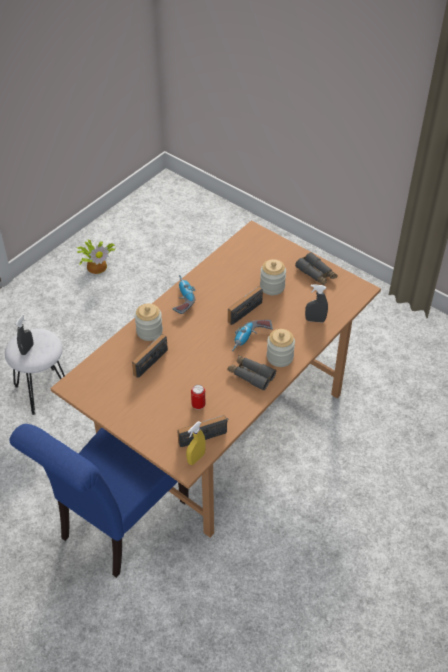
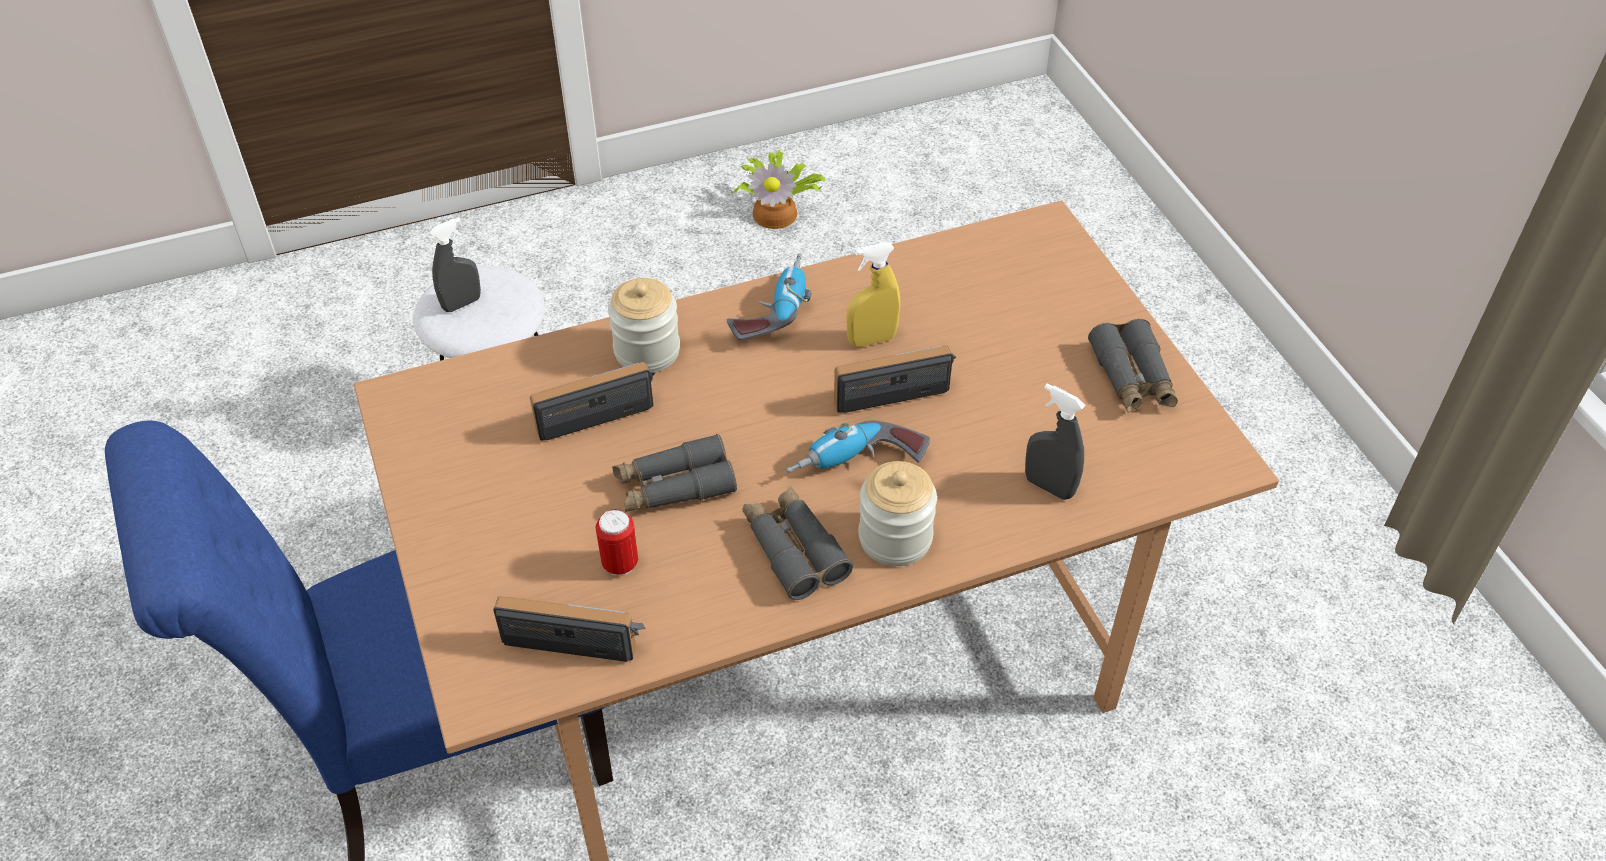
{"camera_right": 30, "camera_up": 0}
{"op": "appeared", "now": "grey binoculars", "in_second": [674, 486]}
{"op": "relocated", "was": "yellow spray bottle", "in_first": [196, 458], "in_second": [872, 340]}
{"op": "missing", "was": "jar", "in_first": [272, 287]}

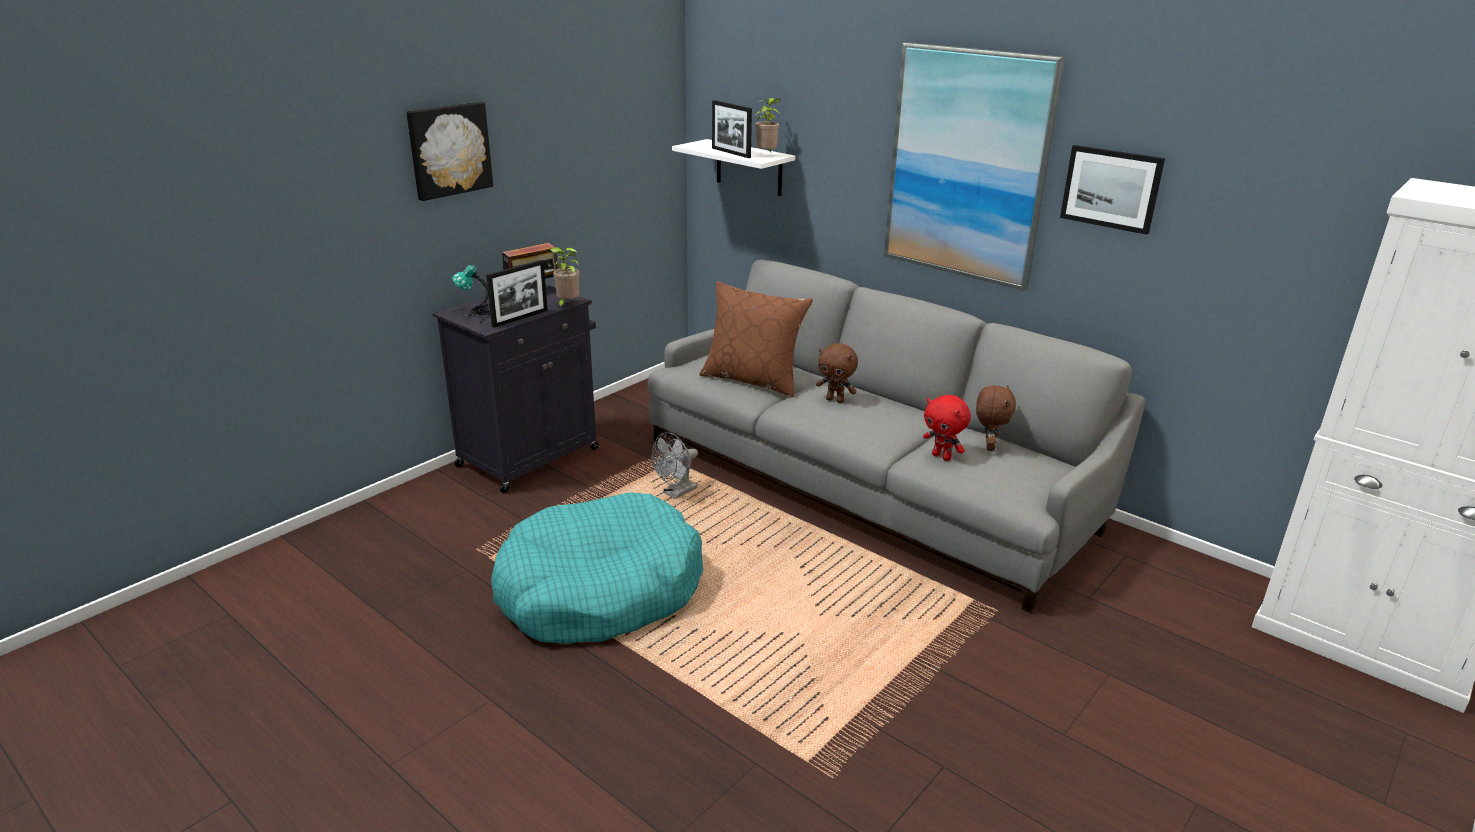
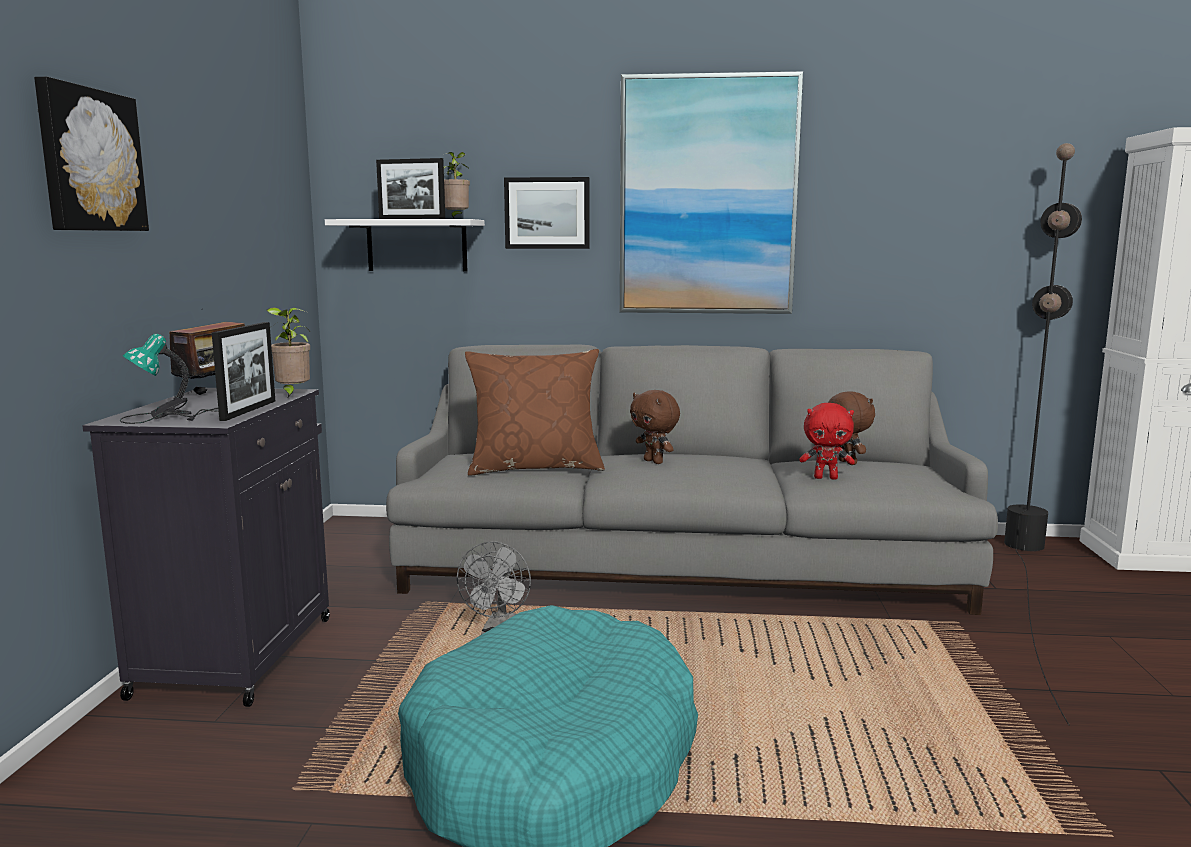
{"camera_right": -35, "camera_up": -15}
{"op": "relocated", "was": "picture", "in_first": [1111, 188], "in_second": [547, 213]}
{"op": "spun", "was": "brown plush toy", "in_first": [835, 400], "in_second": [654, 462], "clockwise": 60}
{"op": "appeared", "now": "black floor lamp", "in_second": [1028, 580]}

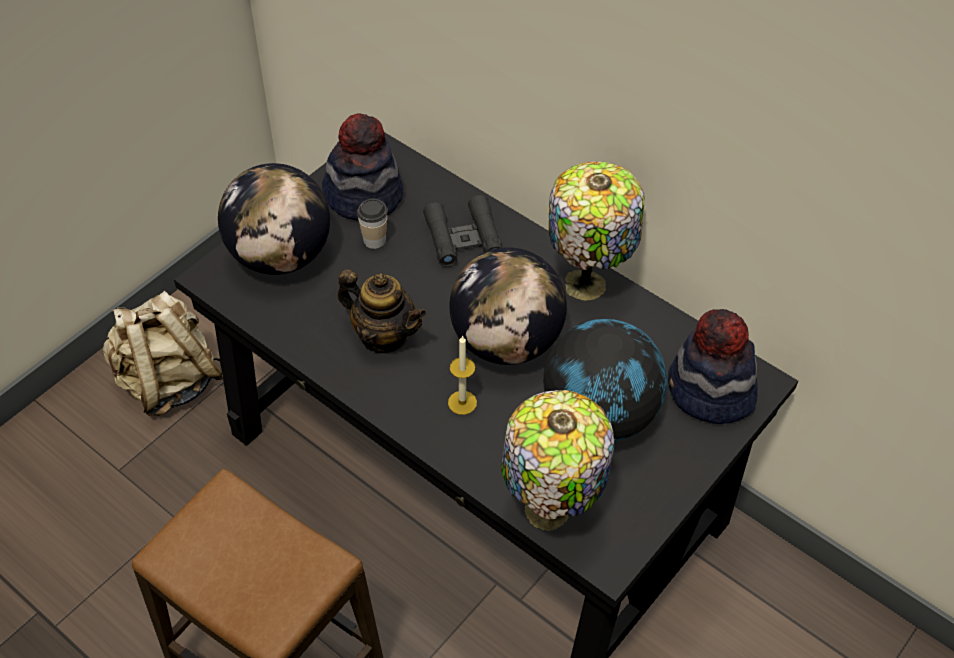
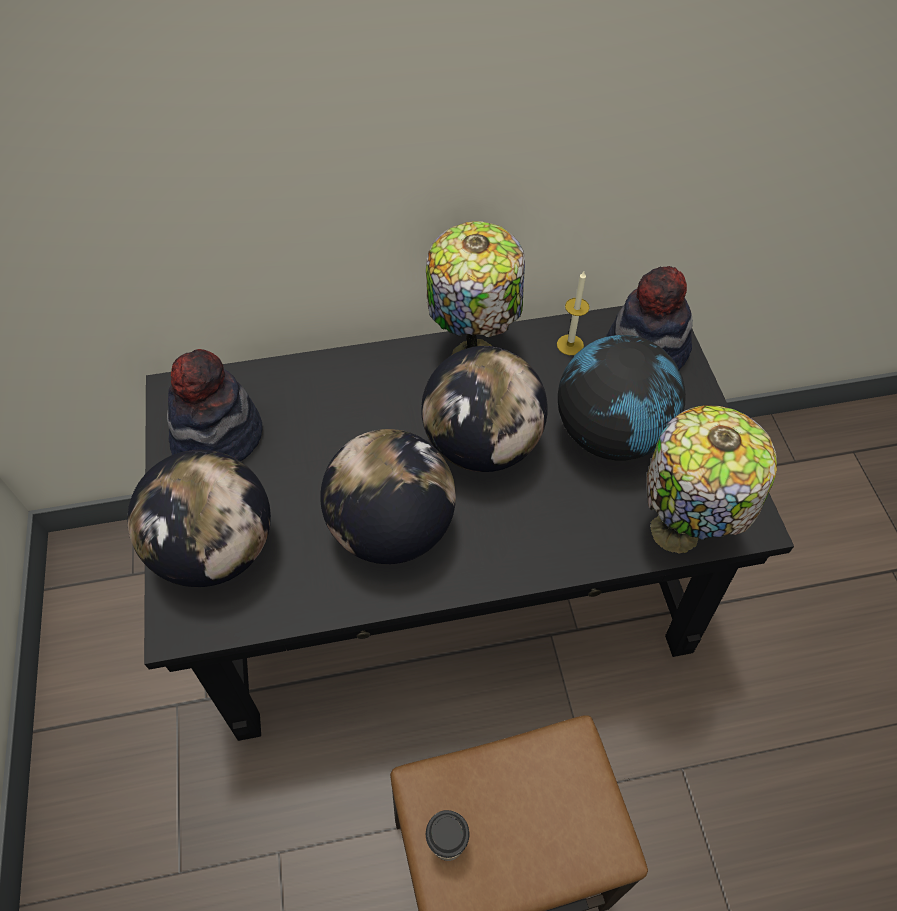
{"camera_right": -50, "camera_up": 5}
{"op": "exchanged", "was": "teapot", "now": "globe", "in_first": [384, 336], "in_second": [392, 528]}
{"op": "relocated", "was": "cup", "in_first": [374, 240], "in_second": [447, 843]}
{"op": "relocated", "was": "candle", "in_first": [462, 402], "in_second": [570, 345]}
{"op": "missing", "was": "beige backpack", "in_first": [168, 381]}
{"op": "missing", "was": "black binoculars", "in_first": [463, 238]}

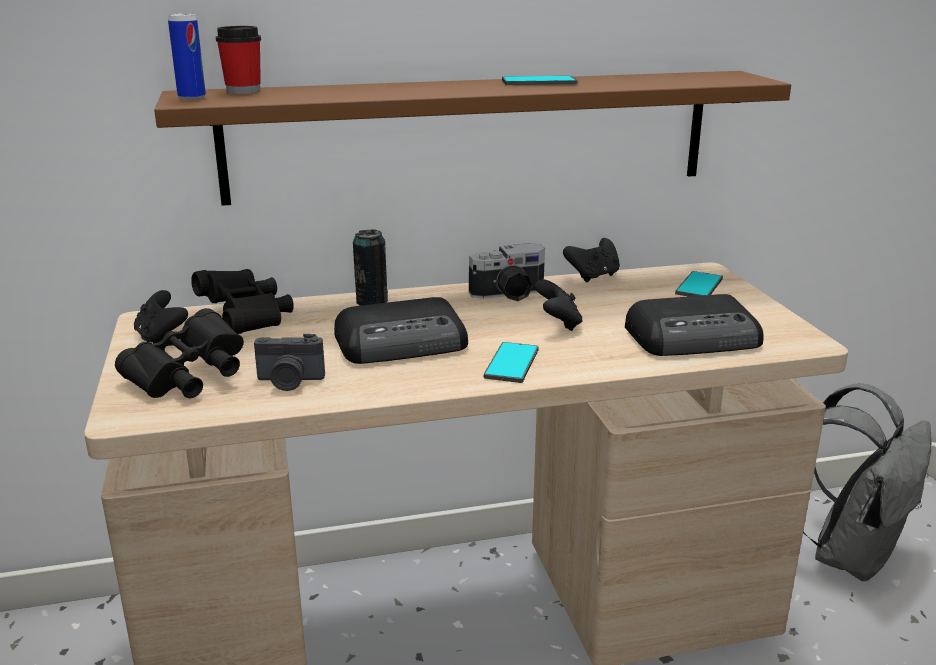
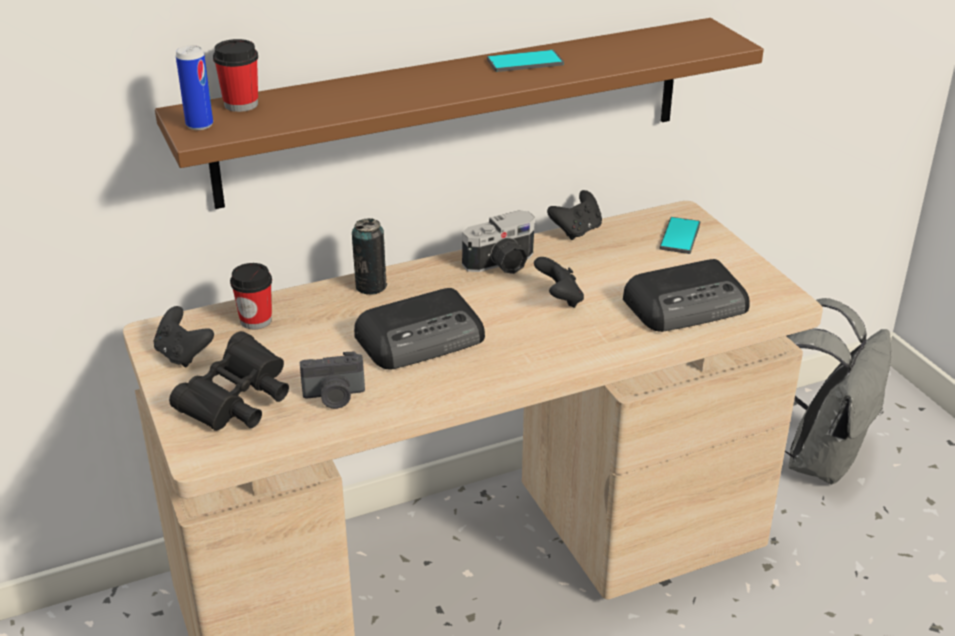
{"camera_right": -10, "camera_up": 10}
{"op": "exchanged", "was": "black binoculars", "now": "cup", "in_first": [247, 318], "in_second": [256, 320]}
{"op": "missing", "was": "phone", "in_first": [512, 363]}

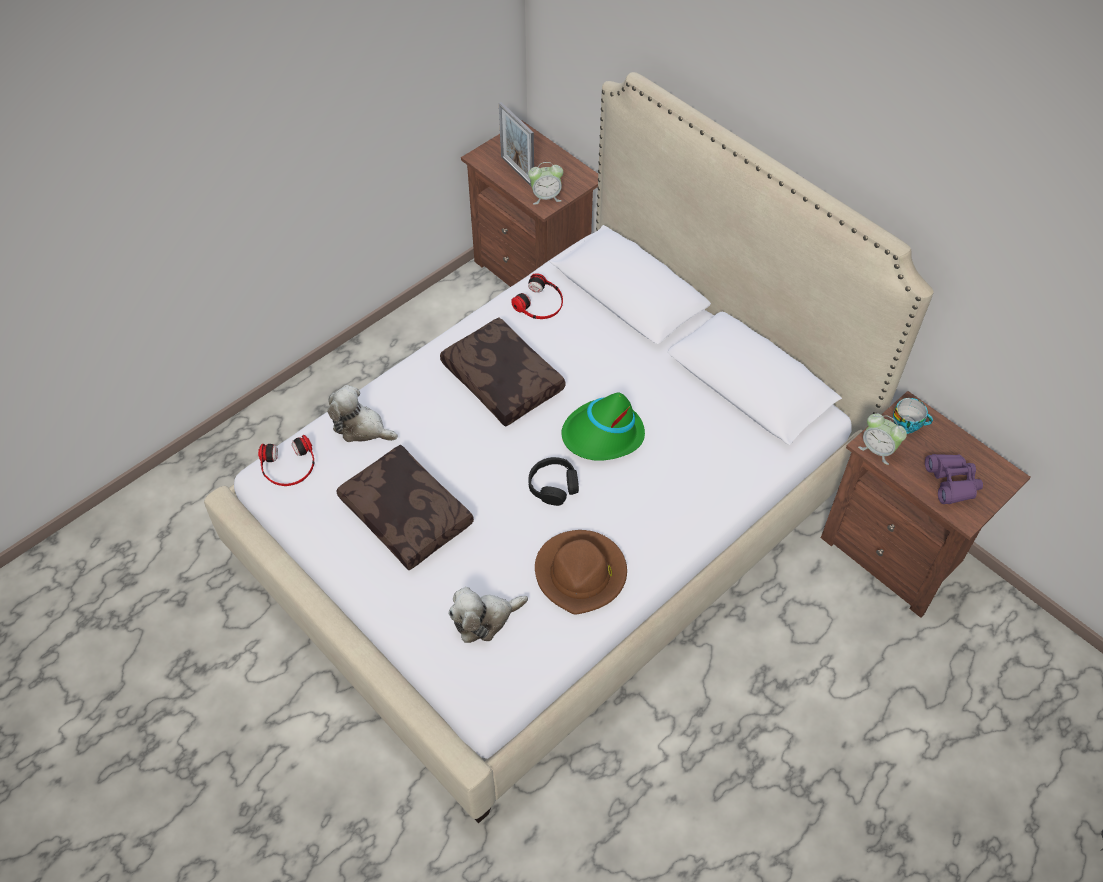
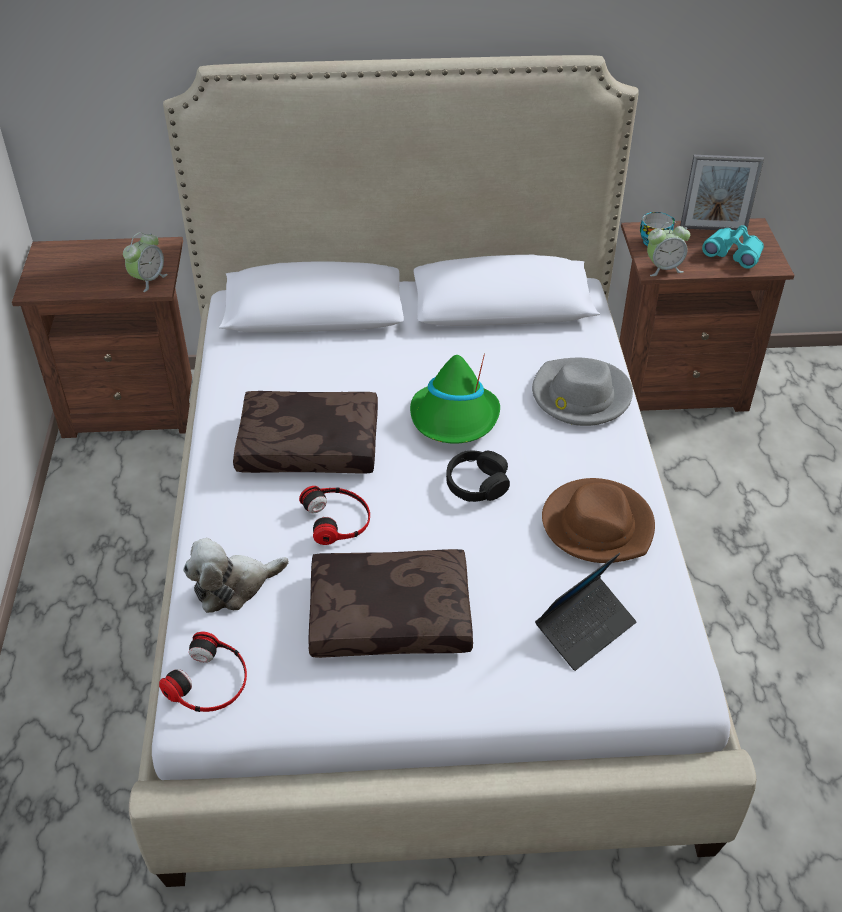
{"camera_right": -50, "camera_up": -10}
{"op": "relocated", "was": "headphones", "in_first": [540, 303], "in_second": [338, 518]}
{"op": "appeared", "now": "grey hat", "in_second": [580, 396]}
{"op": "exchanged", "was": "plush toy", "now": "laptop", "in_first": [484, 619], "in_second": [585, 628]}
{"op": "relocated", "was": "picture frame", "in_first": [517, 171], "in_second": [713, 229]}
{"op": "colour", "was": "purple binoculars", "now": "turquoise binoculars", "in_first": [952, 482], "in_second": [733, 253]}

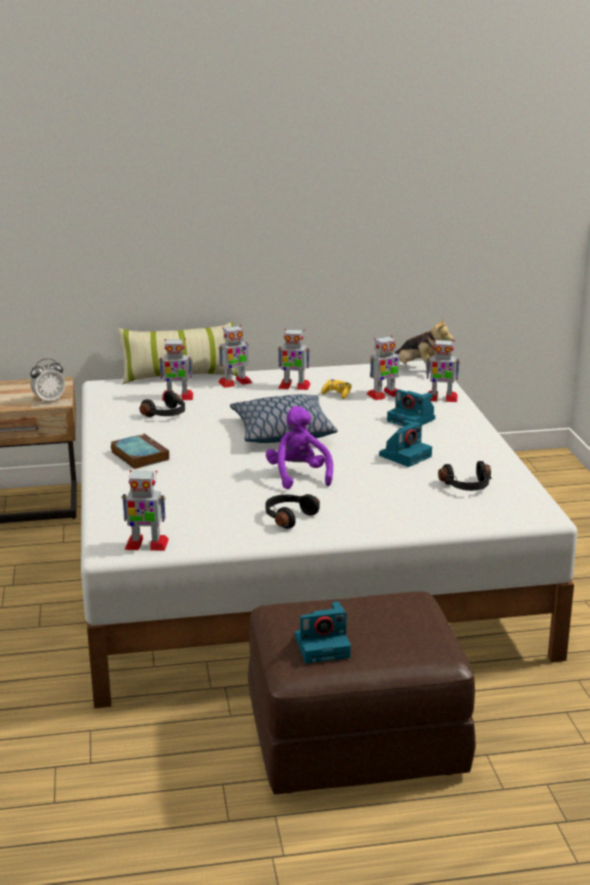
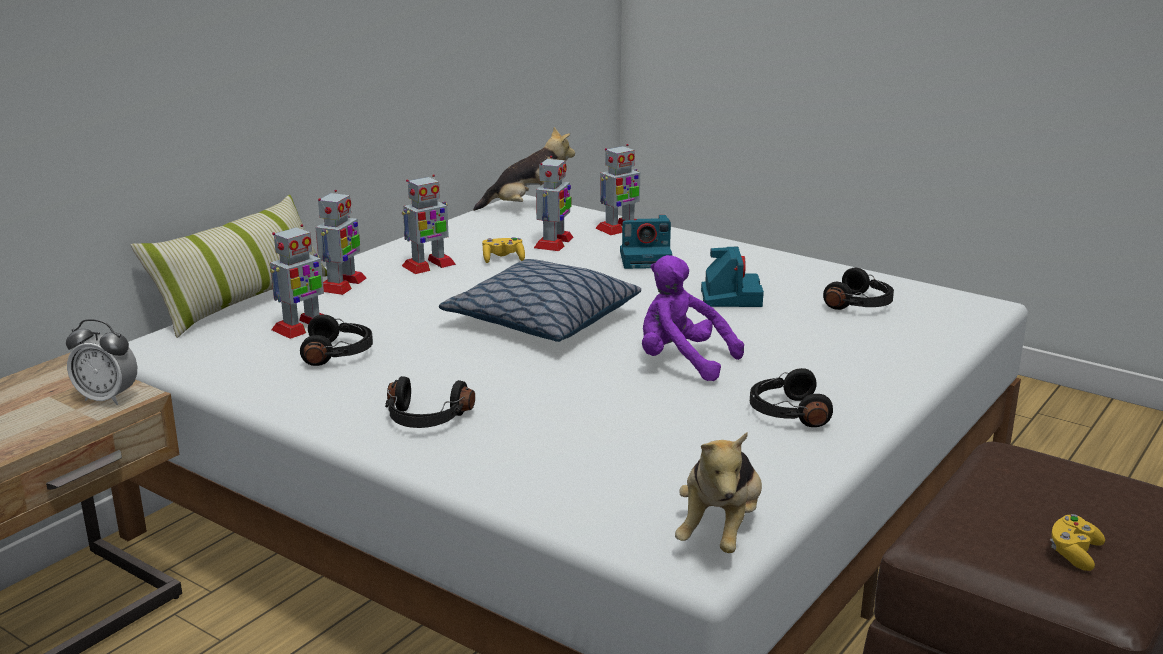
{"camera_right": -45, "camera_up": 0}
{"op": "spun", "was": "alarm clock", "in_first": [49, 400], "in_second": [107, 398], "clockwise": 90}
{"op": "exchanged", "was": "book", "now": "black headphones", "in_first": [138, 455], "in_second": [425, 420]}
{"op": "exchanged", "was": "toy robot", "now": "plush toy", "in_first": [146, 544], "in_second": [720, 530]}
{"op": "exchanged", "was": "photo camera", "now": "yellow game controller", "in_first": [323, 646], "in_second": [1073, 553]}

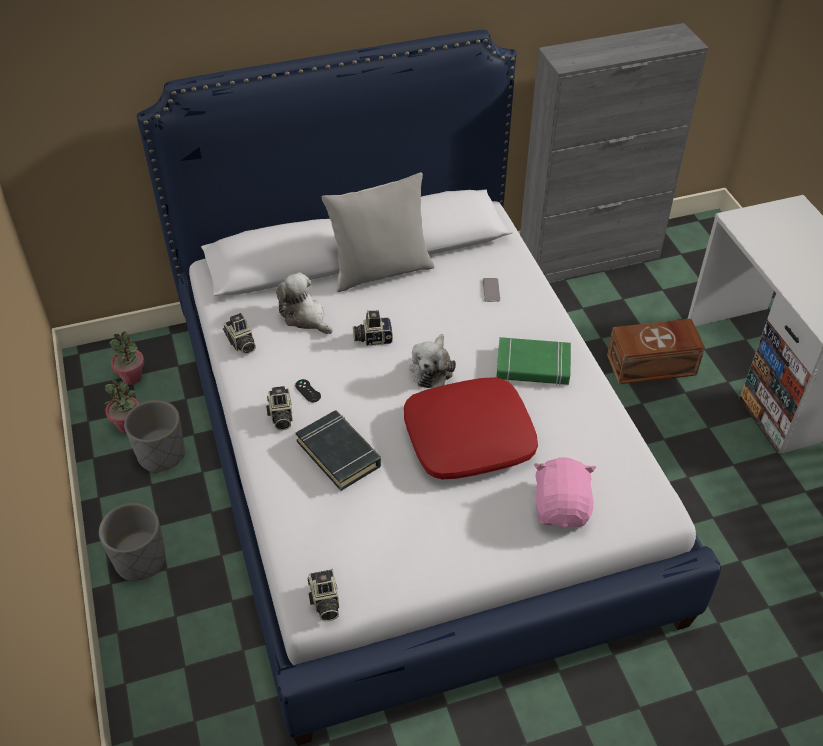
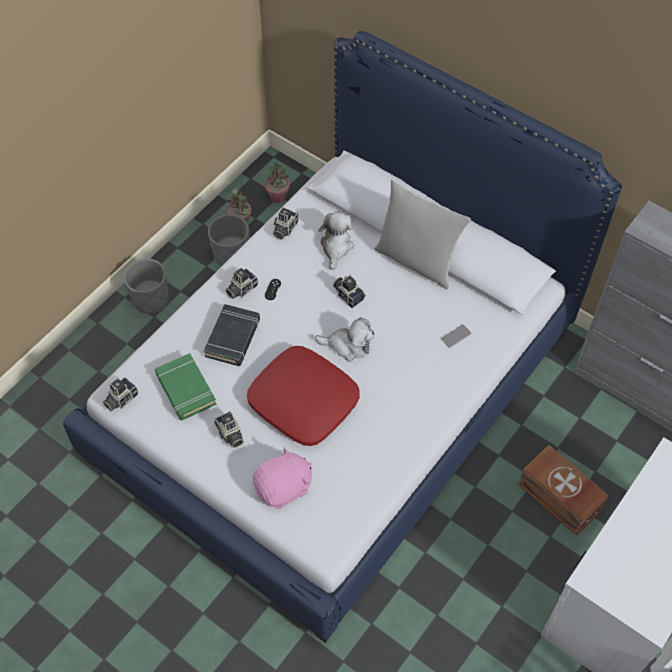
{"camera_right": 55, "camera_up": 10}
{"op": "relocated", "was": "green book", "in_first": [533, 366], "in_second": [185, 389]}
{"op": "appeared", "now": "photo camera", "in_second": [230, 434]}
{"op": "spun", "was": "plush toy", "in_first": [432, 369], "in_second": [348, 345], "clockwise": -150}

